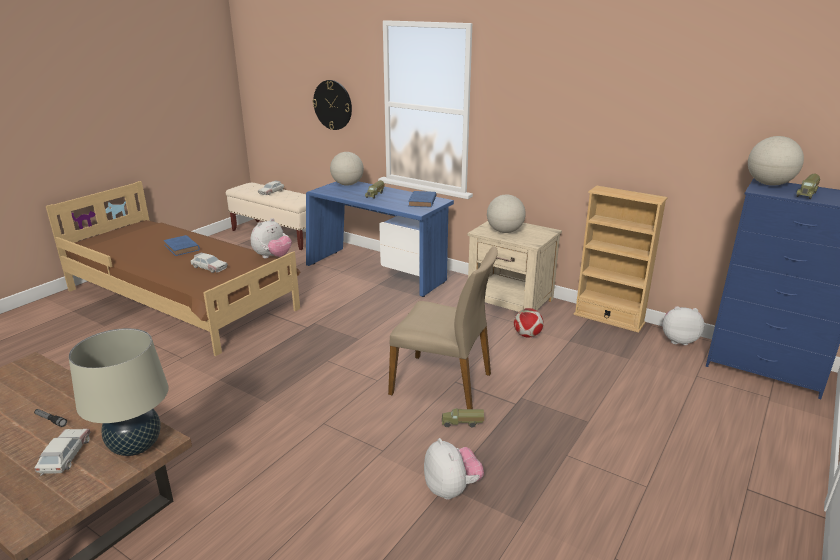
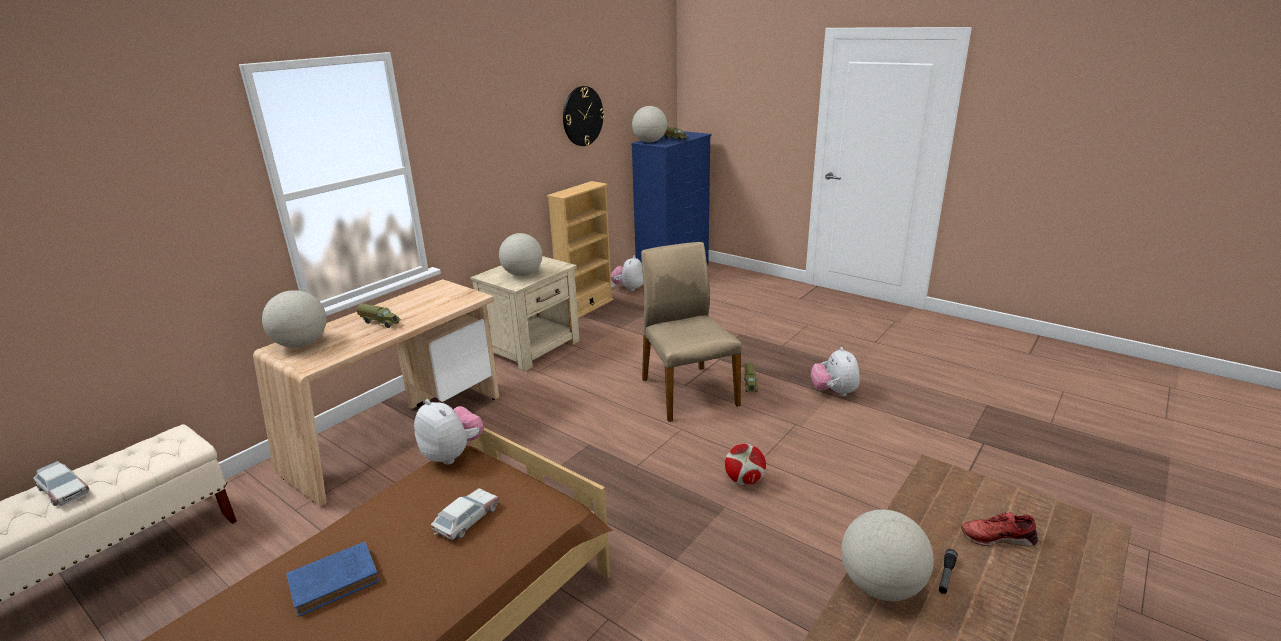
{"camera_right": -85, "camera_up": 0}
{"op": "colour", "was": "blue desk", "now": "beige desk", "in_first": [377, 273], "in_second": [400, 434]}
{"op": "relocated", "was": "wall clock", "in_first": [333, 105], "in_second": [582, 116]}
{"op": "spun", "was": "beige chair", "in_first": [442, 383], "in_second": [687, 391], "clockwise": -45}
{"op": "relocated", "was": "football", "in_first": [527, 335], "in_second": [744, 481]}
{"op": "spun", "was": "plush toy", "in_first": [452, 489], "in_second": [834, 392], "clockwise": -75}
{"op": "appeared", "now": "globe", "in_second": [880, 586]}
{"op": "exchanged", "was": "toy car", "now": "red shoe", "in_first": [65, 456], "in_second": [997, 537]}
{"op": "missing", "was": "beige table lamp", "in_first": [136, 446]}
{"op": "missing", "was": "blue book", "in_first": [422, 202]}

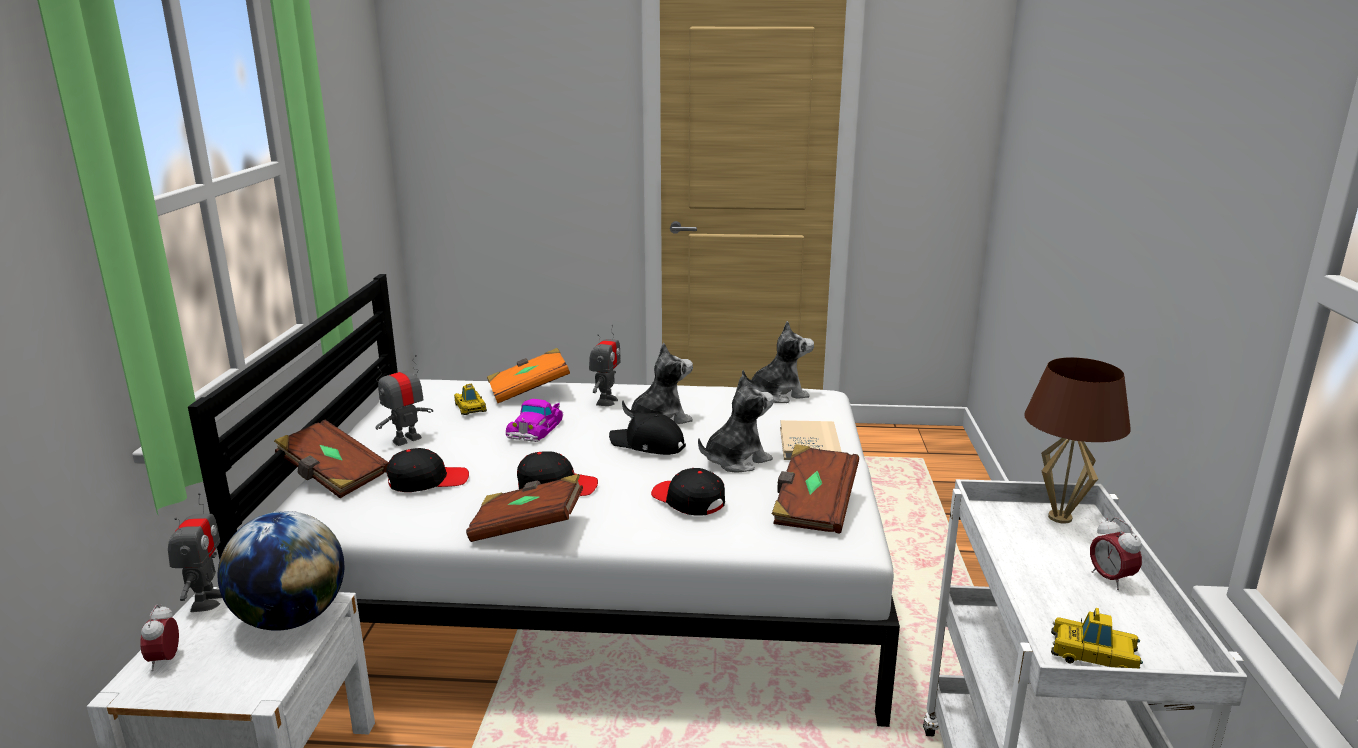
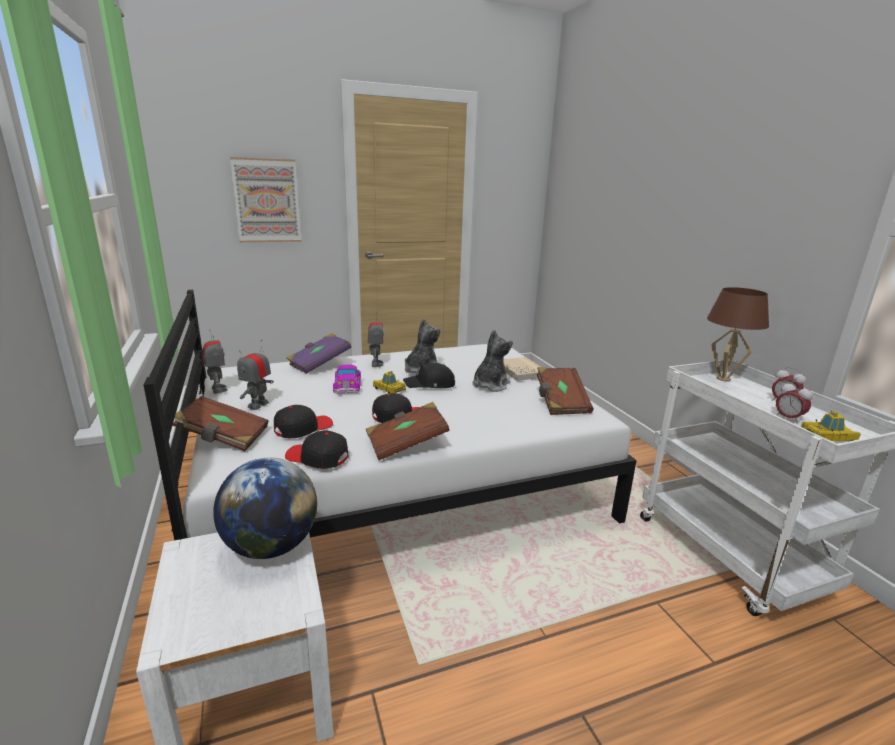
{"camera_right": -25, "camera_up": 0}
{"op": "relocated", "was": "toy robot", "in_first": [206, 601], "in_second": [218, 389]}
{"op": "appeared", "now": "picture", "in_second": [267, 201]}
{"op": "relocated", "was": "black cap", "in_first": [688, 501], "in_second": [317, 458]}
{"op": "colour", "was": "orange book", "now": "purple book", "in_first": [529, 391], "in_second": [319, 364]}
{"op": "relocated", "was": "toy car", "in_first": [470, 407], "in_second": [389, 389]}
{"op": "relocated", "was": "alarm clock", "in_first": [165, 660], "in_second": [788, 418]}
{"op": "missing", "was": "plush toy", "in_first": [778, 394]}

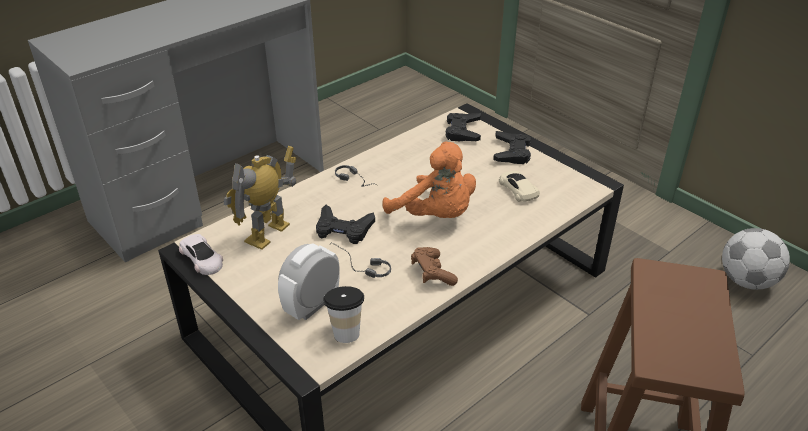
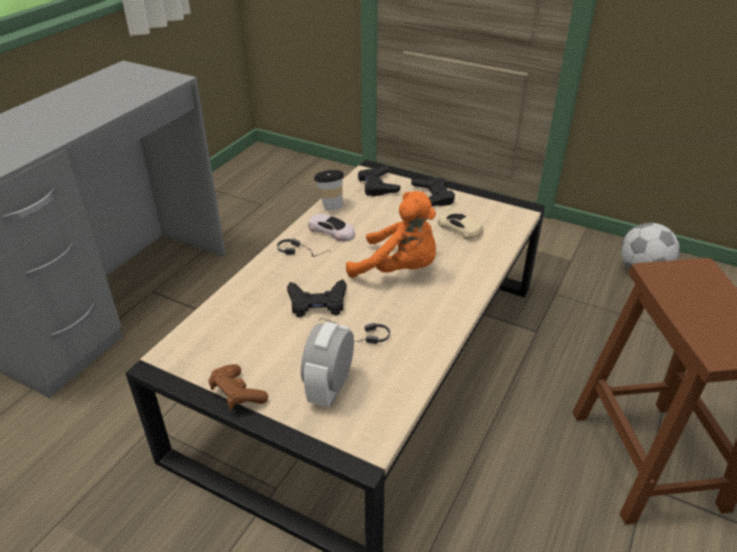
{"camera_right": -20, "camera_up": 0}
{"op": "relocated", "was": "brown game controller", "in_first": [432, 273], "in_second": [237, 394]}
{"op": "relocated", "was": "white toy car", "in_first": [202, 258], "in_second": [332, 231]}
{"op": "relocated", "was": "cup", "in_first": [346, 331], "in_second": [330, 205]}
{"op": "missing", "was": "toy robot", "in_first": [268, 234]}

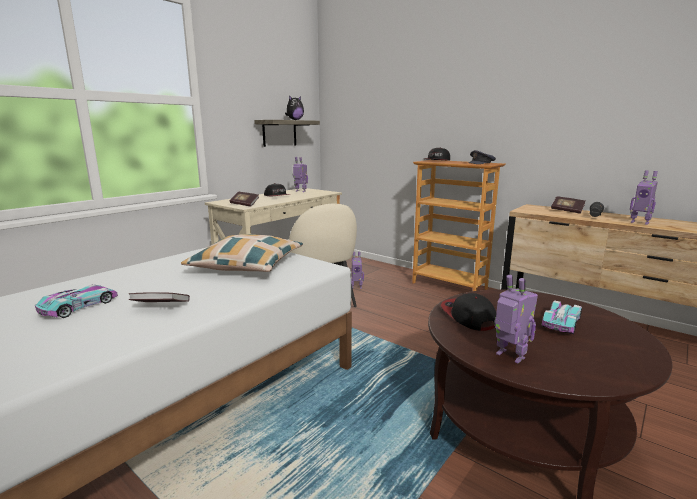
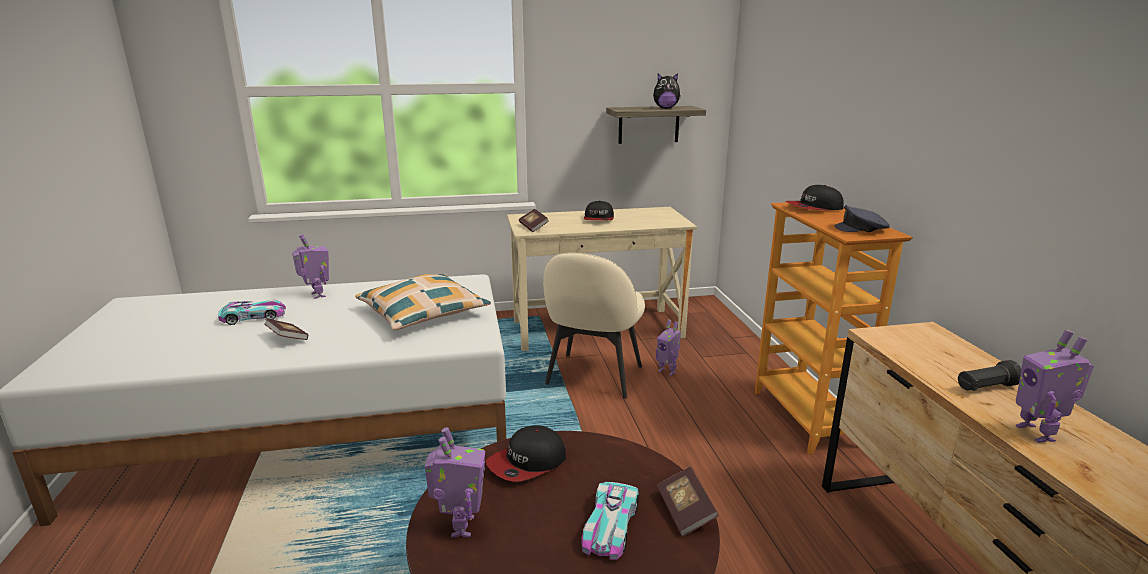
{"camera_right": 40, "camera_up": 5}
{"op": "relocated", "was": "toy robot", "in_first": [300, 191], "in_second": [317, 295]}
{"op": "spun", "was": "cap", "in_first": [468, 316], "in_second": [527, 463], "clockwise": -150}
{"op": "spun", "was": "toy car", "in_first": [561, 322], "in_second": [610, 526], "clockwise": 120}
{"op": "relocated", "was": "book", "in_first": [567, 211], "in_second": [685, 512]}

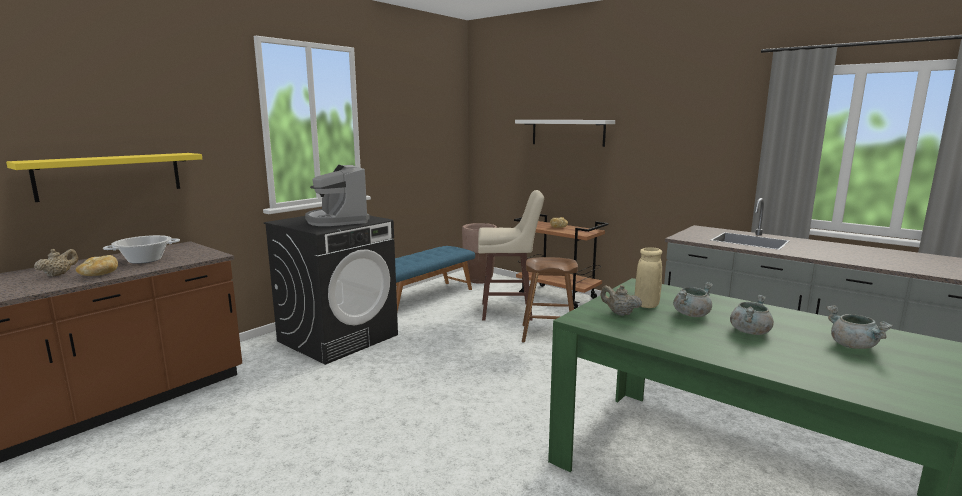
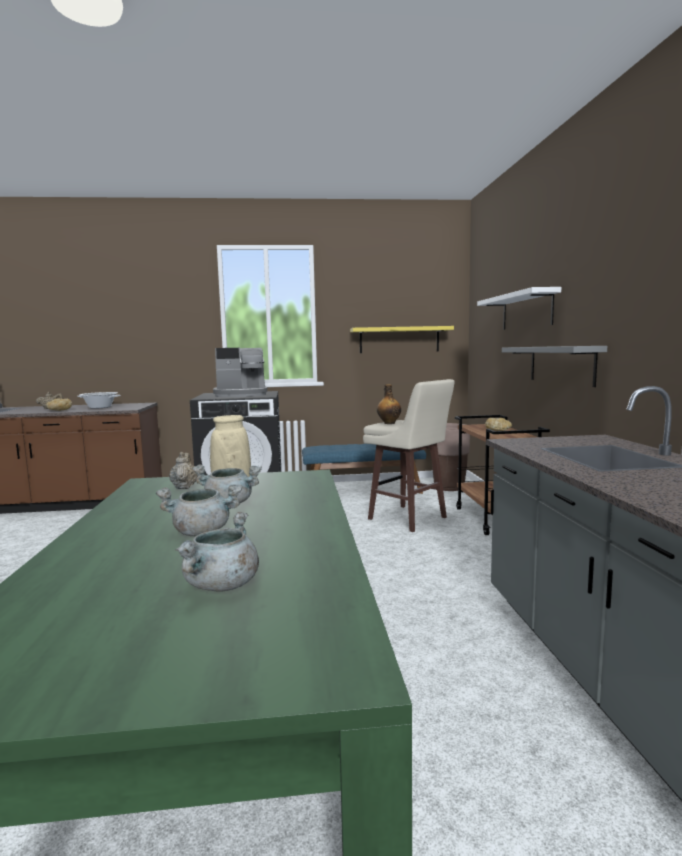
{"camera_right": 45, "camera_up": -5}
{"op": "spun", "was": "coffee machine", "in_first": [337, 220], "in_second": [241, 395], "clockwise": -120}
{"op": "relocated", "was": "yellow shelf", "in_first": [110, 175], "in_second": [399, 340]}
{"op": "appeared", "now": "bottle", "in_second": [389, 423]}
{"op": "appeared", "now": "grey shelf", "in_second": [561, 364]}
{"op": "missing", "was": "brown stool", "in_first": [548, 334]}

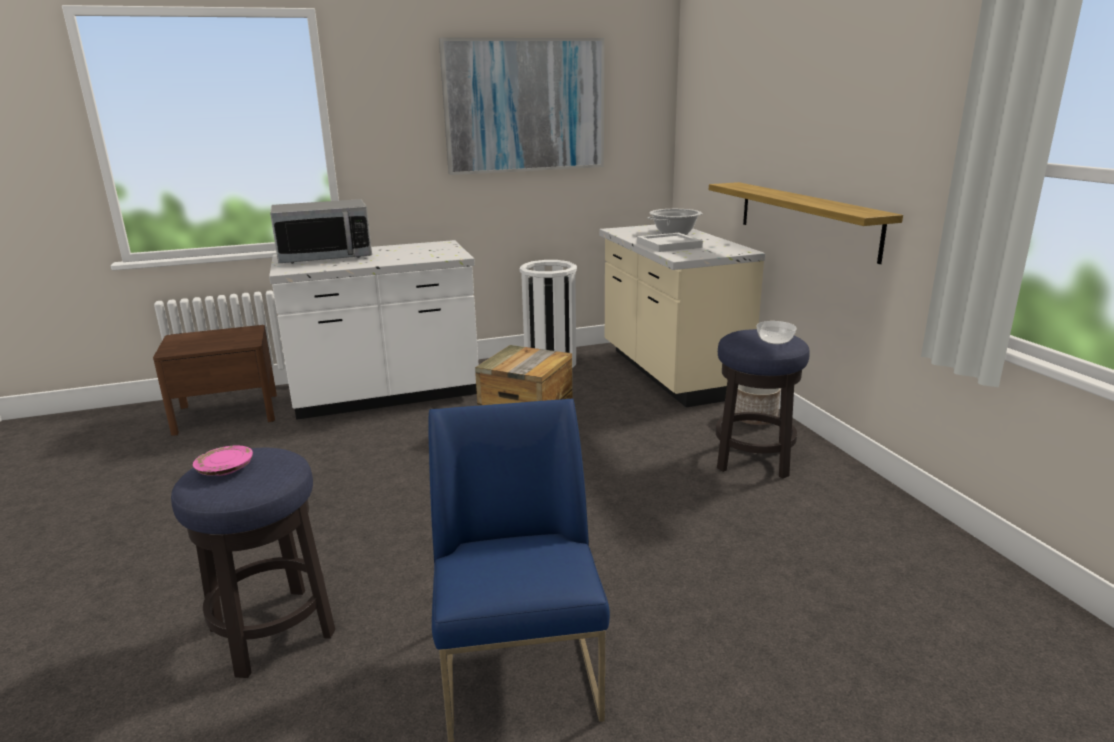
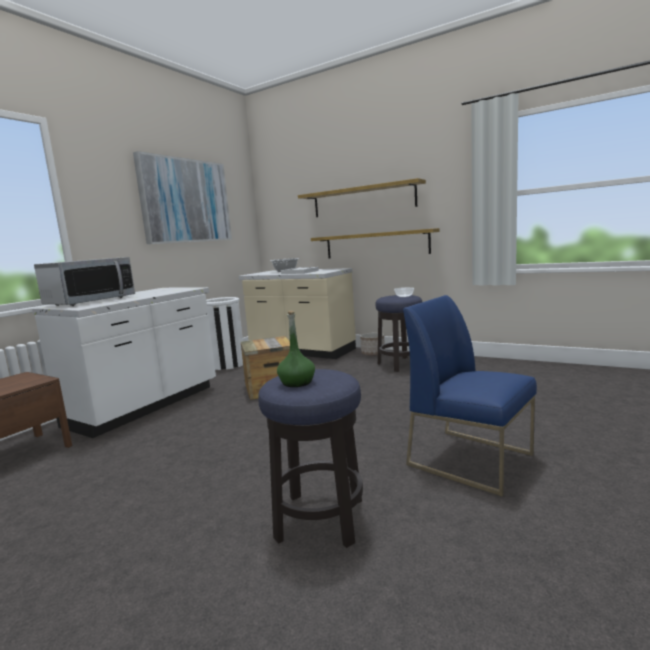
{"camera_right": -40, "camera_up": -10}
{"op": "exchanged", "was": "pink plate", "now": "green bottle", "in_first": [225, 469], "in_second": [297, 382]}
{"op": "appeared", "now": "shelf", "in_second": [363, 200]}

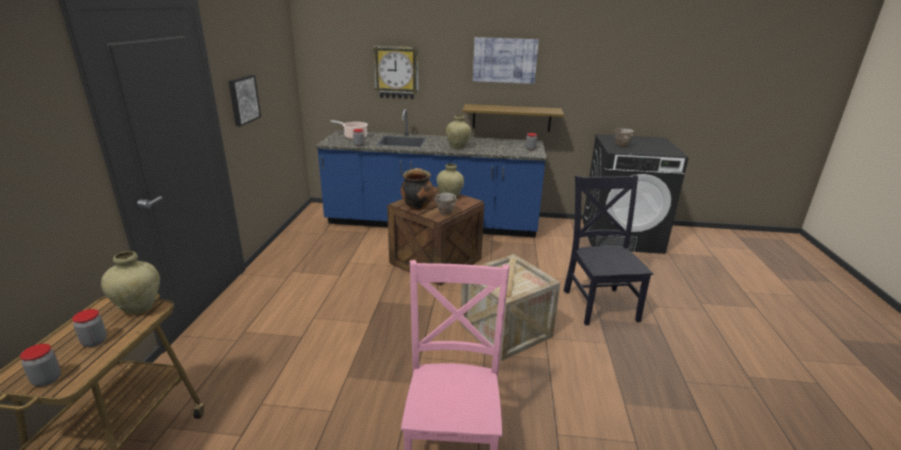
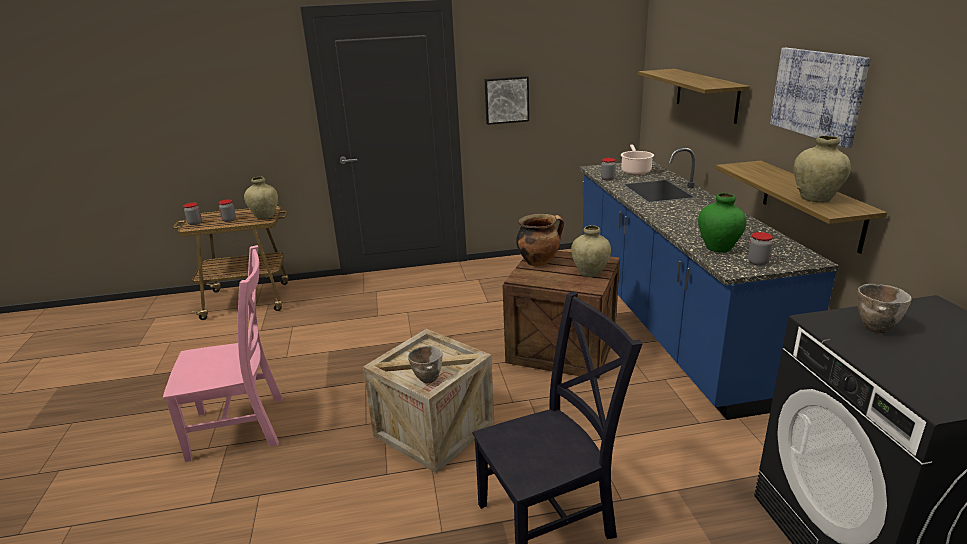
{"camera_right": 75, "camera_up": 0}
{"op": "relocated", "was": "bowl", "in_first": [444, 213], "in_second": [428, 378]}
{"op": "exchanged", "was": "wall clock", "now": "shelf", "in_first": [397, 72], "in_second": [706, 94]}
{"op": "appeared", "now": "green vase", "in_second": [718, 248]}
{"op": "relocated", "was": "beige vase", "in_first": [458, 147], "in_second": [815, 199]}

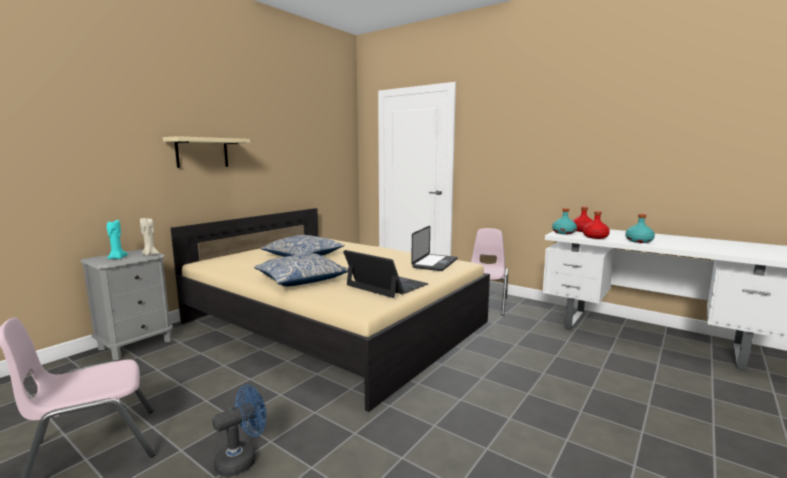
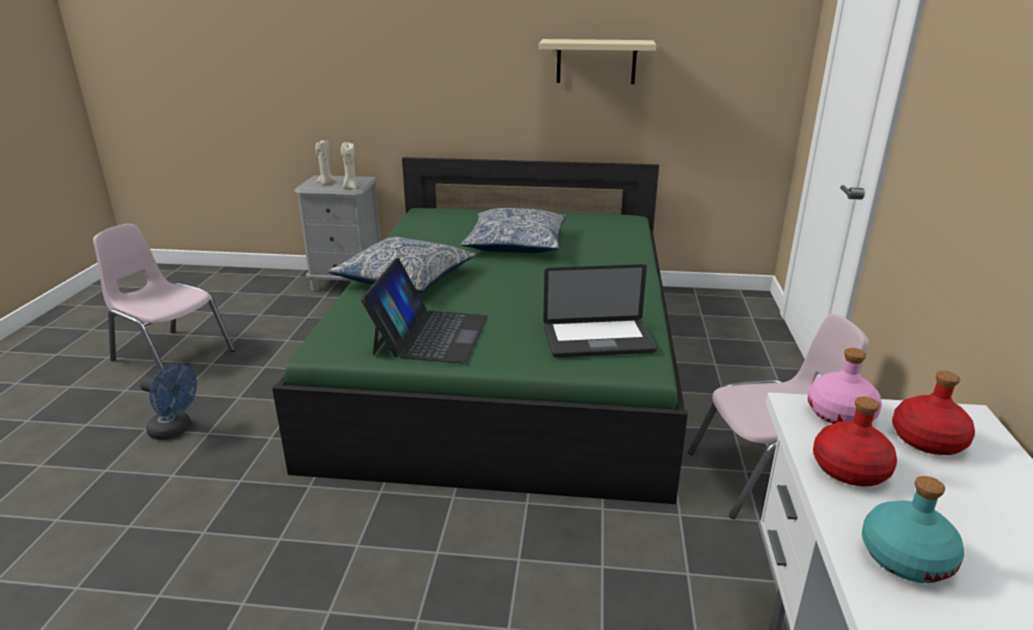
{"camera_right": 60, "camera_up": 15}
{"op": "colour", "was": "beige bed", "now": "green bed", "in_first": [334, 322], "in_second": [507, 360]}
{"op": "colour", "was": "turquoise candle", "now": "beige candle", "in_first": [117, 258], "in_second": [326, 183]}
{"op": "relocated", "was": "beige shelf", "in_first": [202, 152], "in_second": [596, 61]}
{"op": "colour", "was": "turquoise bottle", "now": "pink bottle", "in_first": [564, 233], "in_second": [840, 414]}

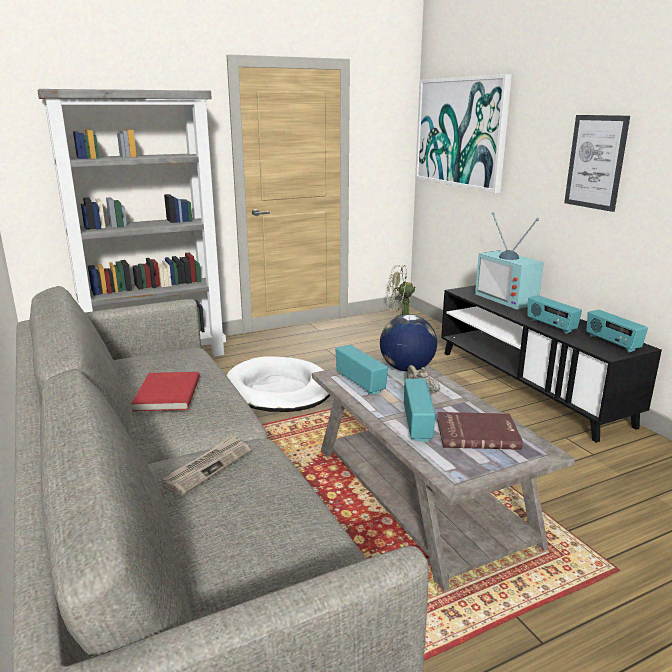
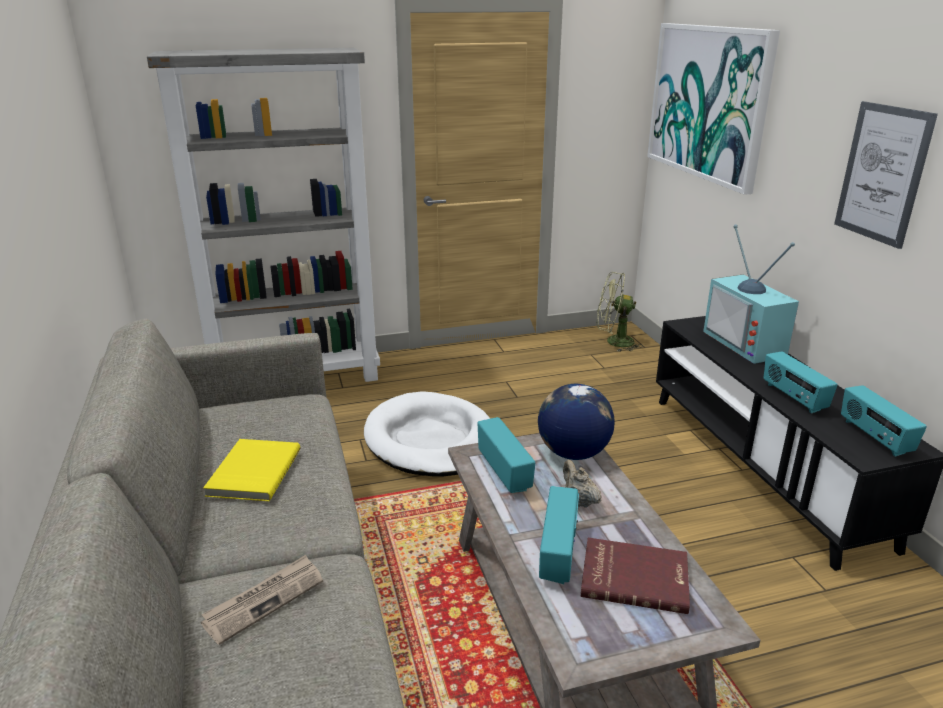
{"camera_right": 10, "camera_up": 5}
{"op": "colour", "was": "red book", "now": "yellow book", "in_first": [166, 394], "in_second": [252, 472]}

